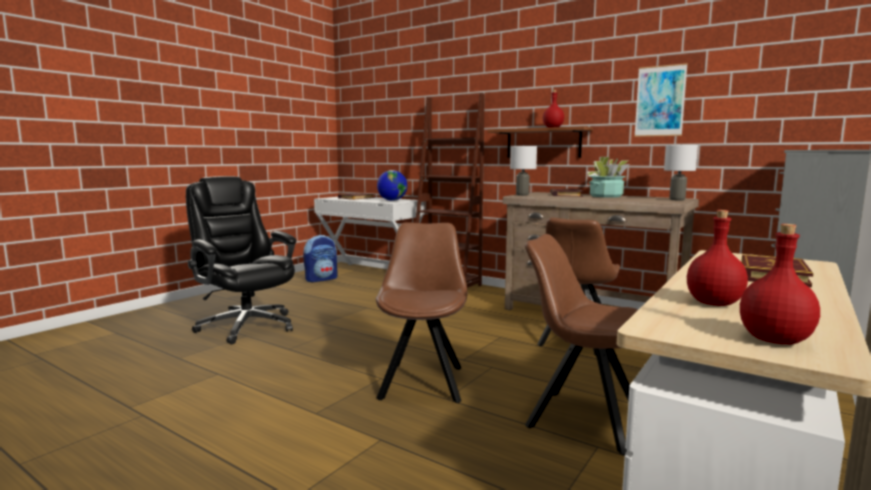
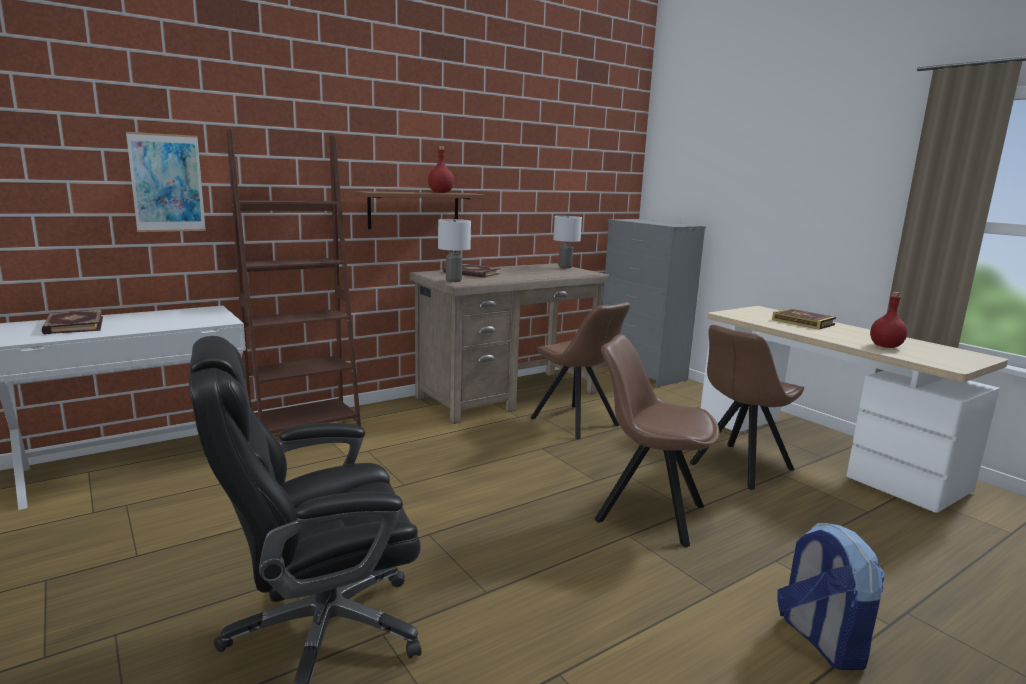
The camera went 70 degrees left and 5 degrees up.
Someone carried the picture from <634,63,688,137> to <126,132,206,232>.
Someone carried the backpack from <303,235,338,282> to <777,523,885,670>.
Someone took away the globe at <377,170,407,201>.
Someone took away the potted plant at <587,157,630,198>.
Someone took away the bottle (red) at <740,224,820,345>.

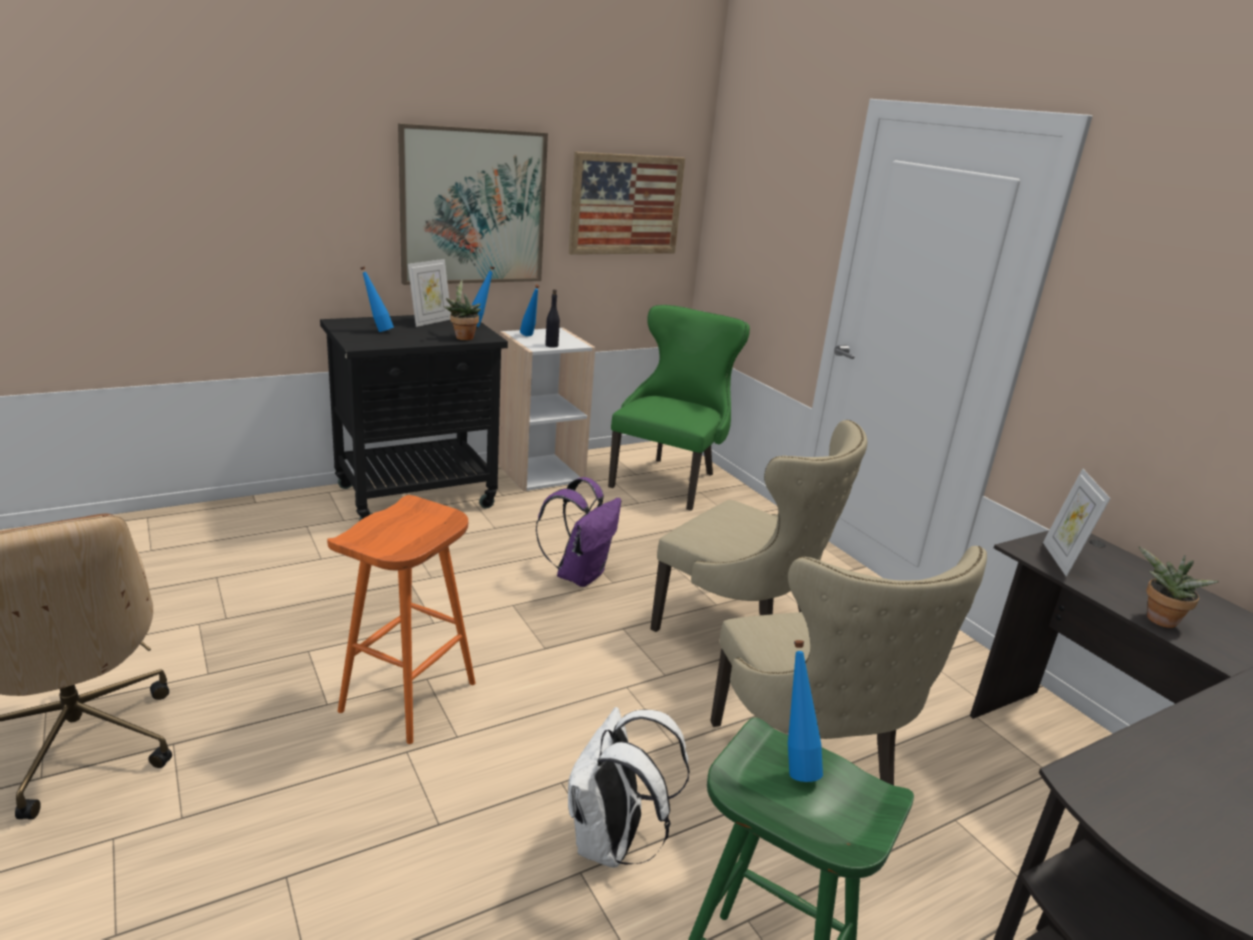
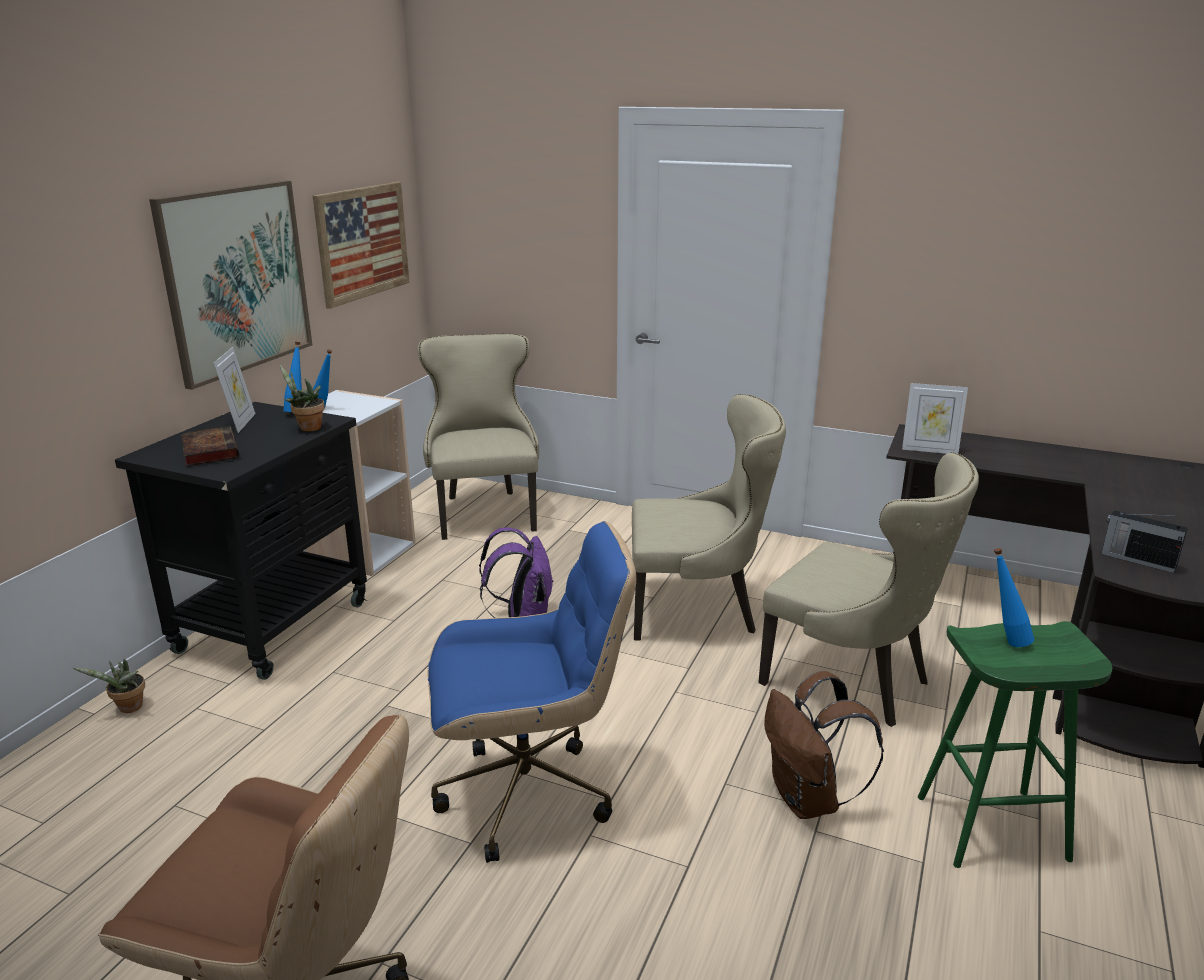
The camera went 35 degrees left and 0 degrees up.
Someone carried the potted plant from <1138,546,1219,628> to <73,659,145,713>.
Someone swapped the bottle (blue) at <360,266,394,332> for the book at <181,426,239,466>.
Someone repainted the chair (green) at <608,305,750,511>, which became the chair (beige) at <418,334,539,540>.
Someone swapped the stool (orange) at <327,495,475,744> for the office chair (blue) at <427,521,636,863>.
Someone repainted the backpack (white) at <568,707,690,868>, which became the backpack (brown) at <764,671,884,819>.
Someone rotated the picture frame at <1043,468,1111,577> by 45 degrees counterclockwise.
Someone put down the radio at <1101,510,1188,573>.
Someone took away the bottle (black) at <545,289,560,348>.

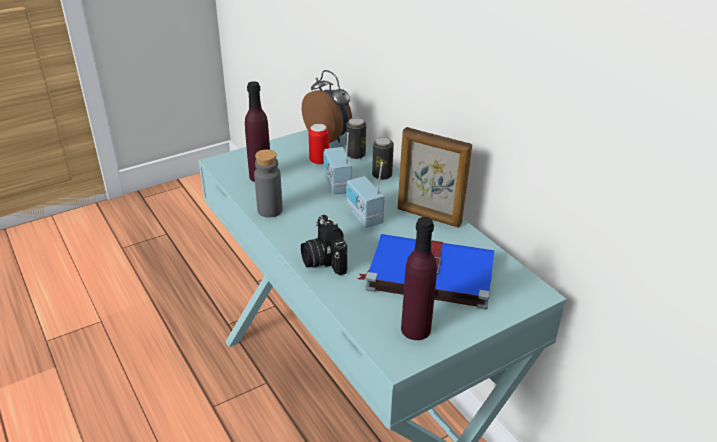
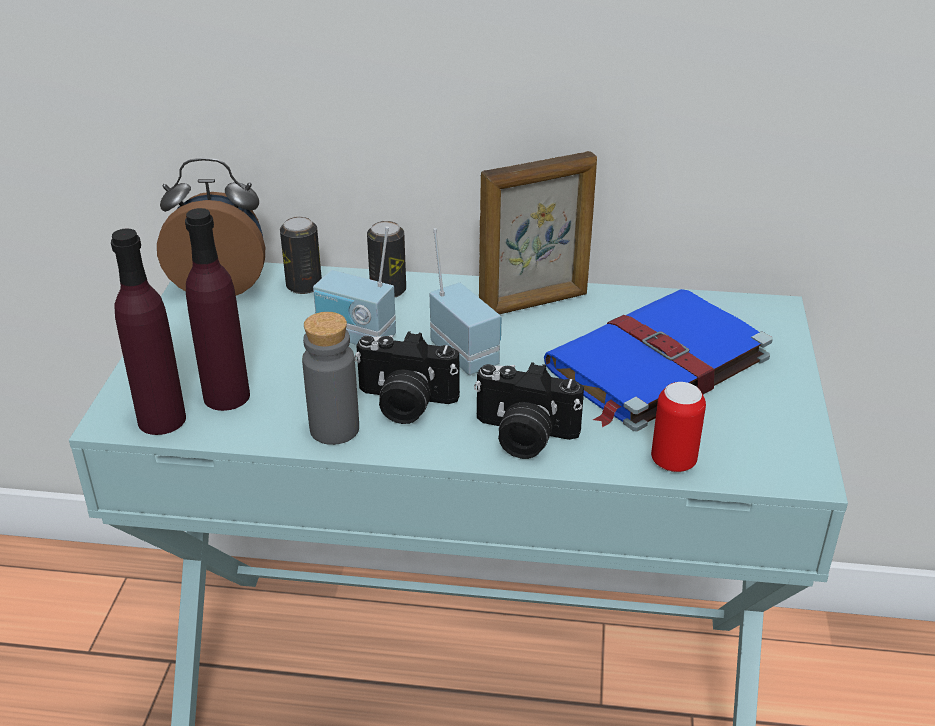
The camera went 50 degrees left and 0 degrees up.
Someone carried the bottle (purple) from <401,217,437,340> to <111,228,186,435>.
Someone put down the photo camera at <354,331,460,424>.
Someone rotated the radio at <346,162,384,228> by 135 degrees counterclockwise.
Someone carried the can from <309,124,329,165> to <651,382,706,472>.

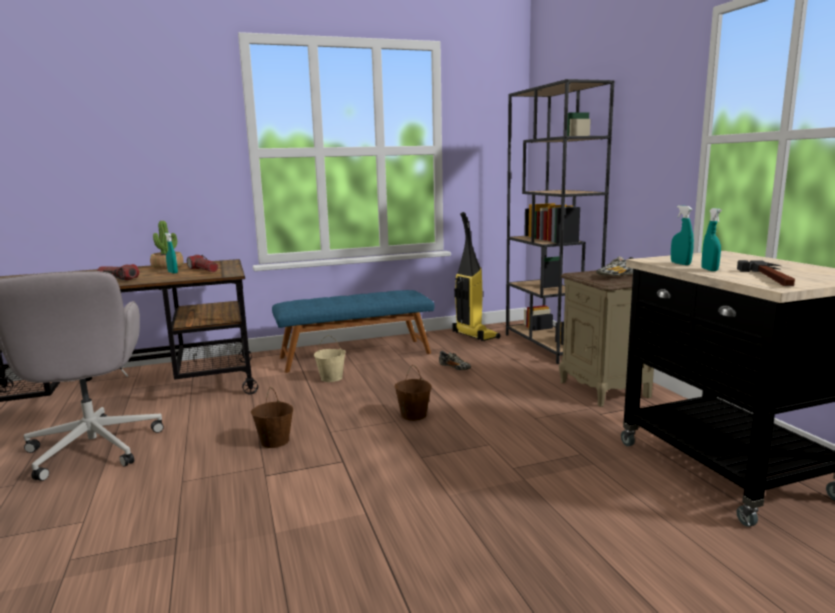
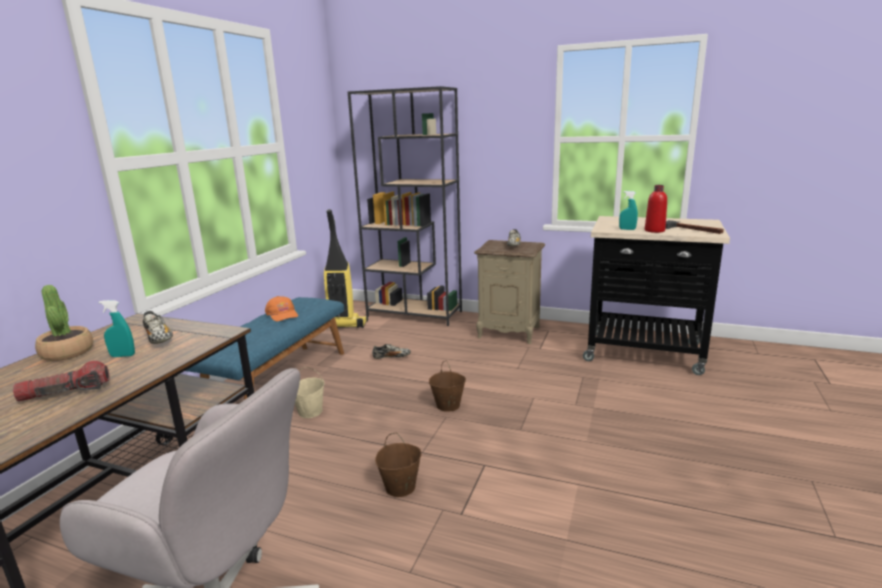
The camera went 50 degrees left and 5 degrees up.
Someone swapped the flashlight at <187,255,218,272> for the shoe at <143,311,173,344>.
Someone put down the cap (orange) at <265,296,298,322>.
Someone swapped the spray bottle (turquoise) at <701,208,722,271> for the bottle (red) at <645,185,667,233>.

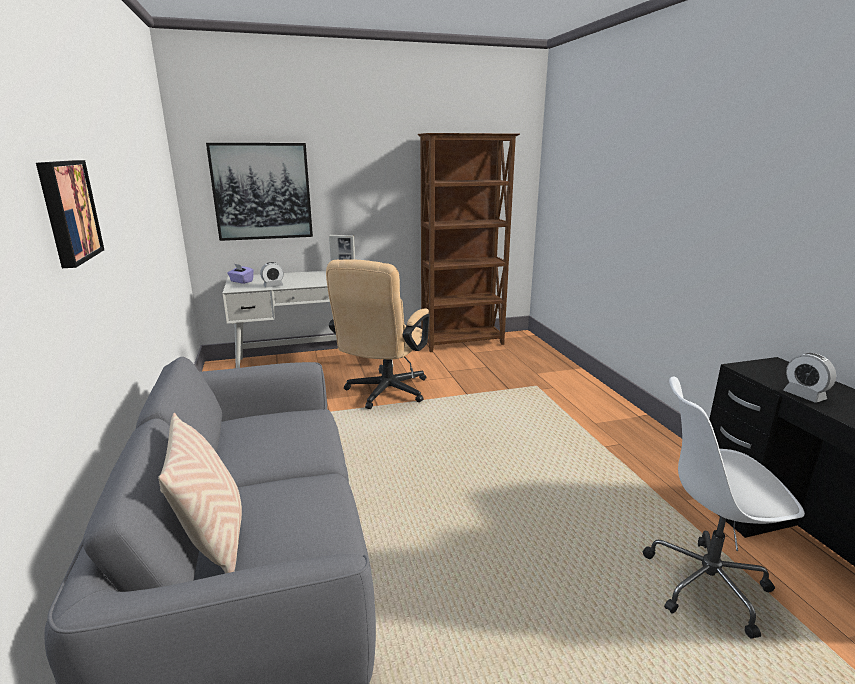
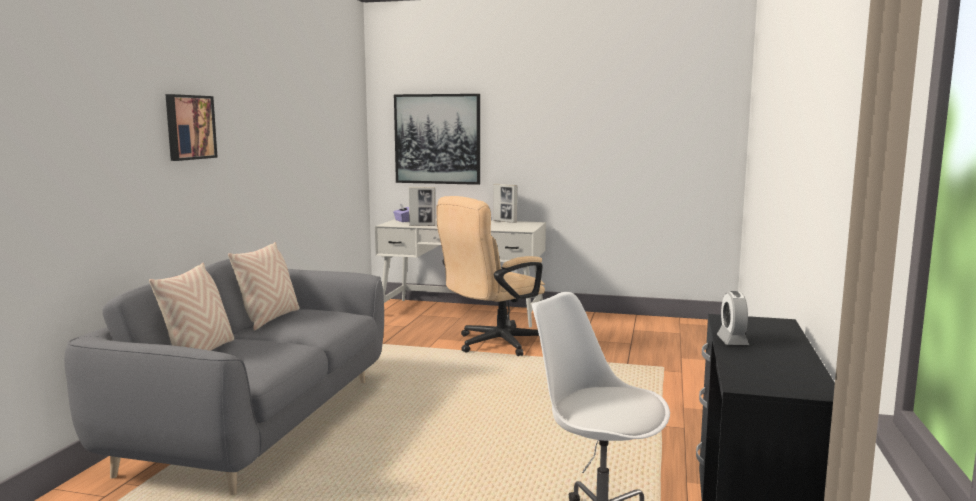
The camera went 30 degrees right and 10 degrees down.
Someone put down the pillow (beige) at <228,242,300,331>.
Someone swapped the alarm clock at <260,262,284,288> for the picture frame at <409,187,435,226>.
Someone took away the bookcase (brown) at <417,133,520,352>.

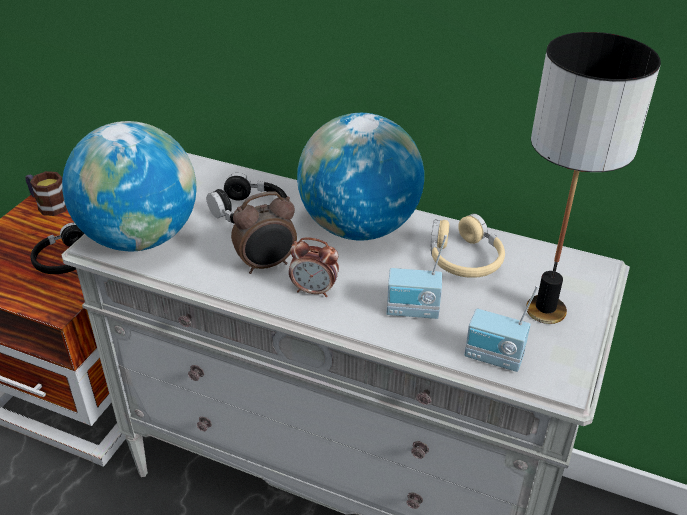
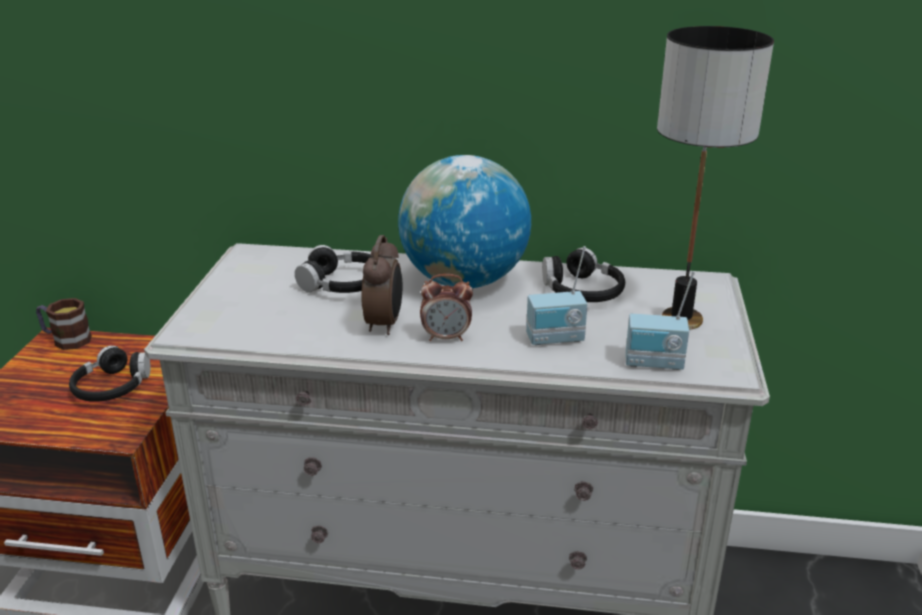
The camera went 15 degrees left and 10 degrees down.
Someone rotated the alarm clock at <231,191,297,274> by 45 degrees counterclockwise.
Someone repainted the headphones (beige) at <431,214,505,278>, which became the headphones (black) at <542,247,625,302>.
Someone took away the globe at <62,121,196,251>.

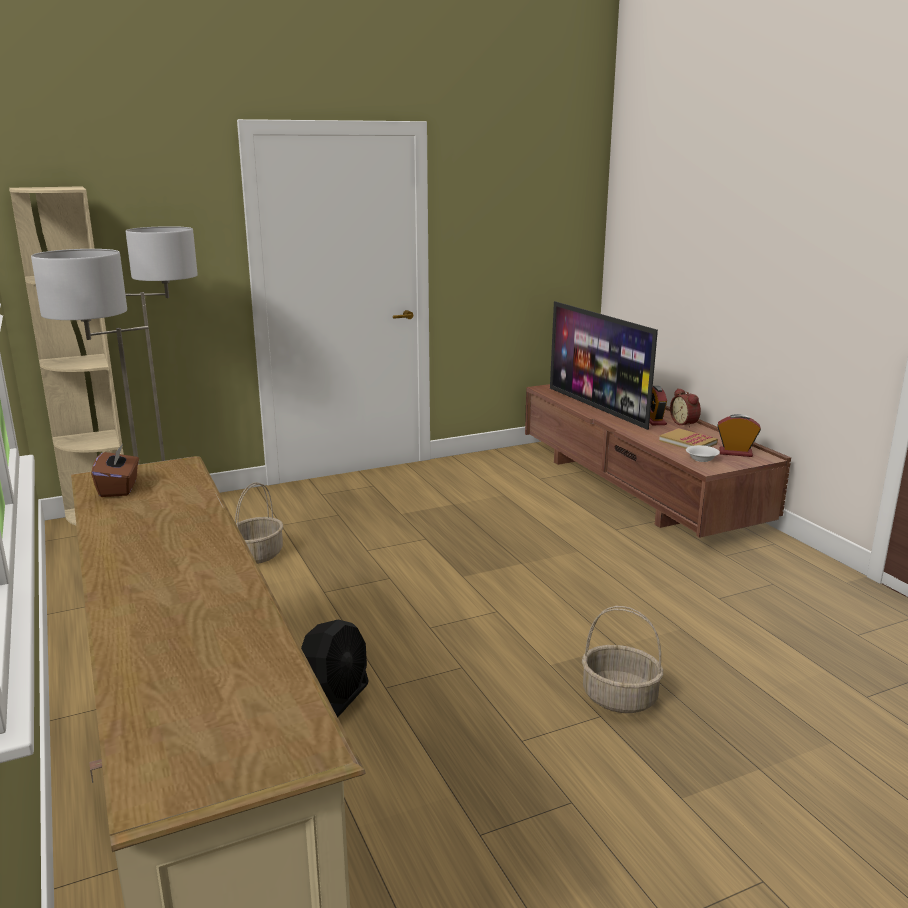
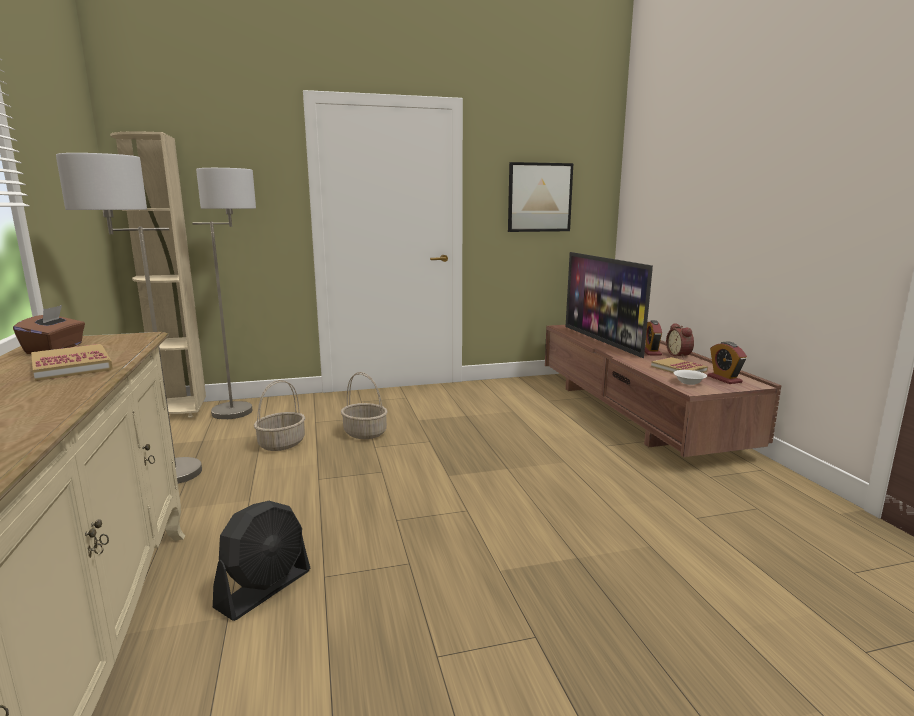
The camera went 10 degrees right and 5 degrees down.
Someone put down the book at <31,344,113,381>.
Someone carried the basket from <582,606,663,713> to <341,372,388,439>.
Someone put up the picture at <508,162,573,232>.
Someone rotated the alarm clock at <717,414,761,457> by 135 degrees counterclockwise.

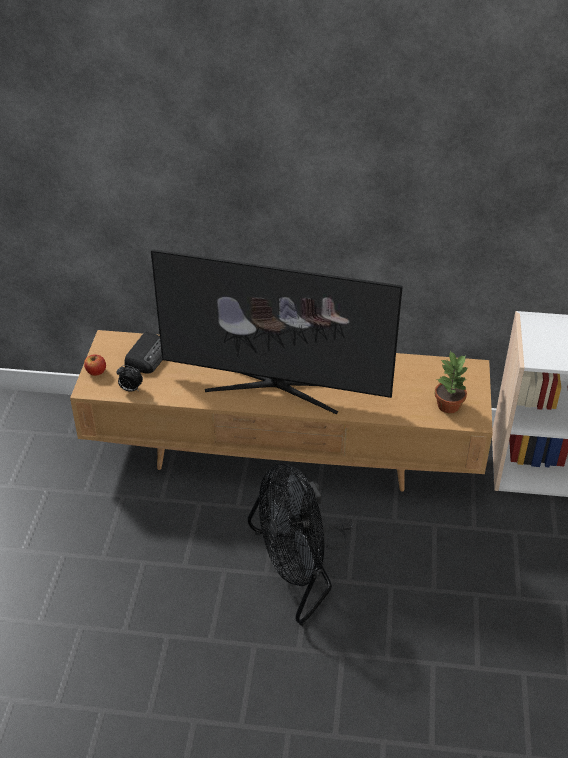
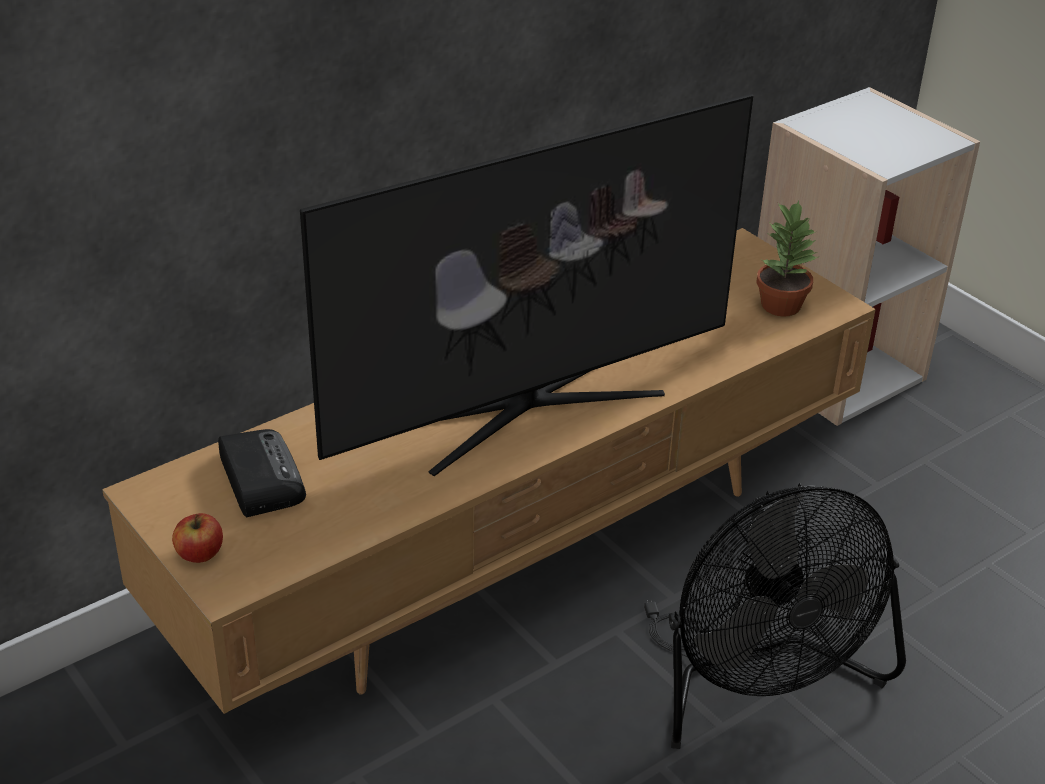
The camera went 45 degrees left and 5 degrees down.
Someone rotated the fan (black) at <248,463,352,627> by 45 degrees counterclockwise.
Someone took away the alarm clock at <117,365,143,392>.

